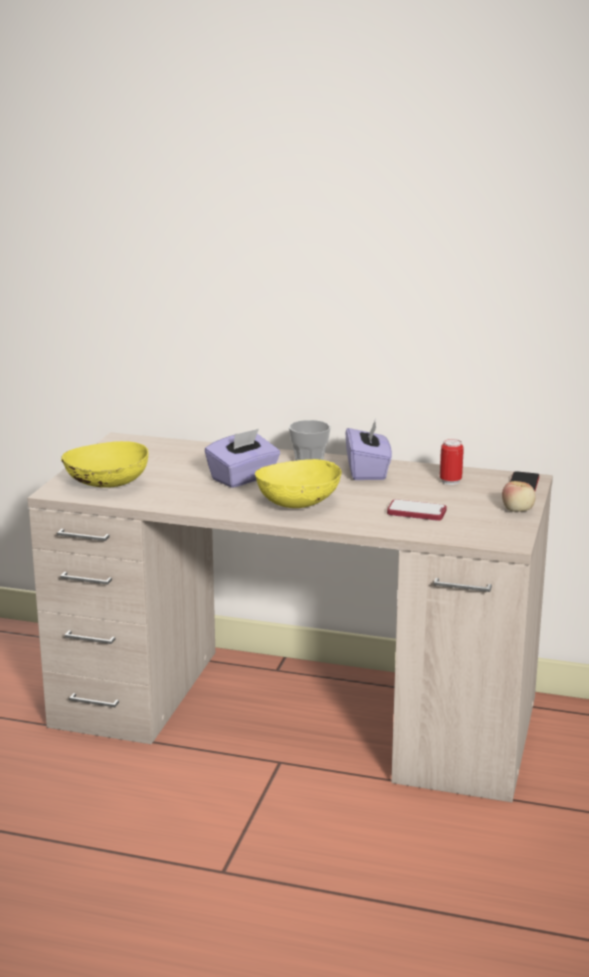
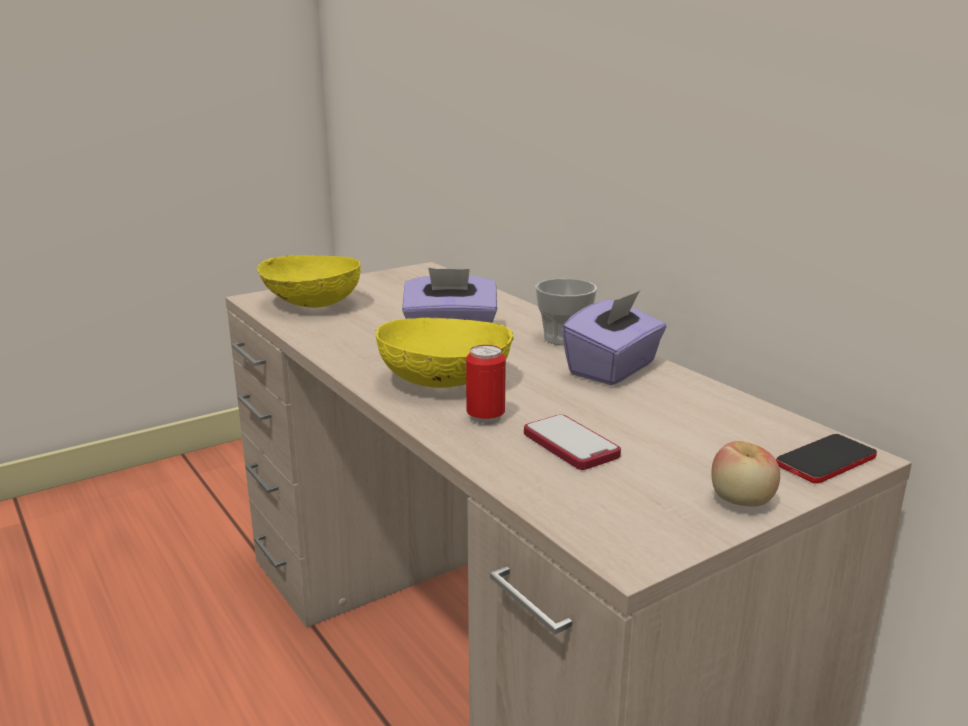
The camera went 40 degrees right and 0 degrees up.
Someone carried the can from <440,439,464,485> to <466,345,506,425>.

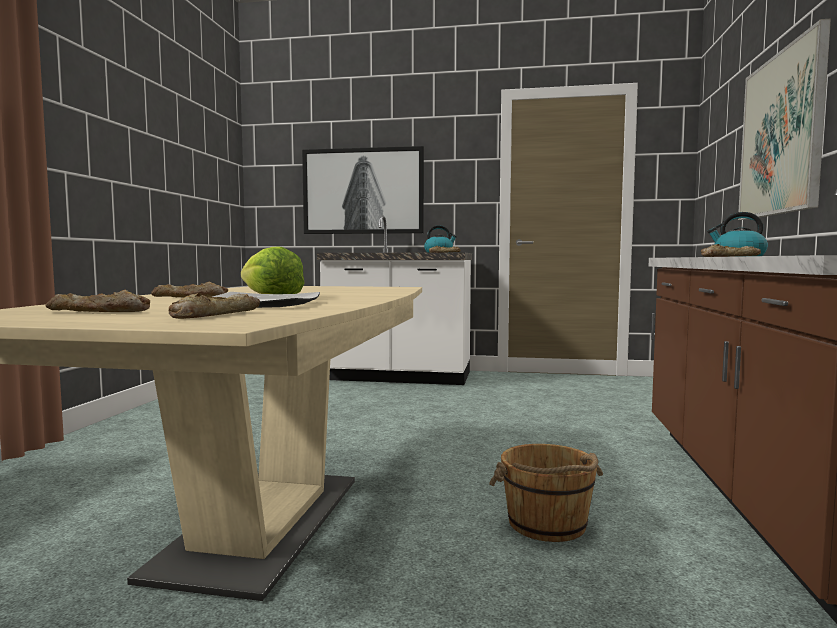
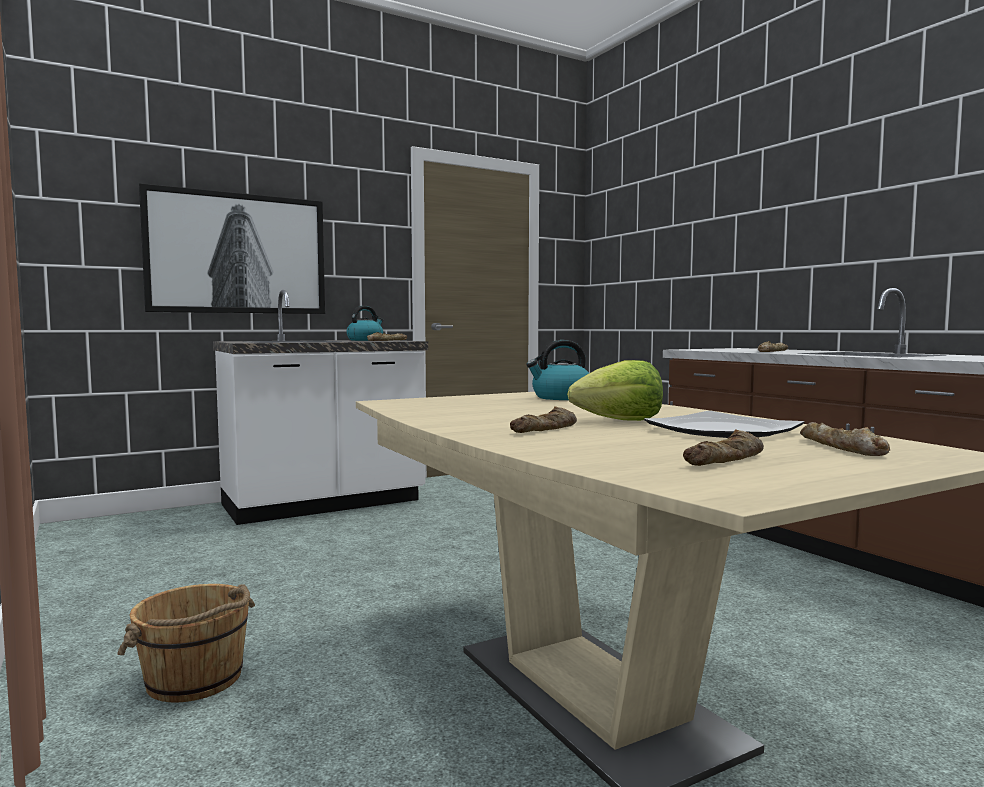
The camera went 40 degrees left and 0 degrees up.
Someone carried the bucket (brown) from <489,444,603,542> to <117,584,255,703>.
Someone carried the kettle from <707,212,768,257> to <526,340,589,400>.
Someone took away the picture at <738,19,831,220>.

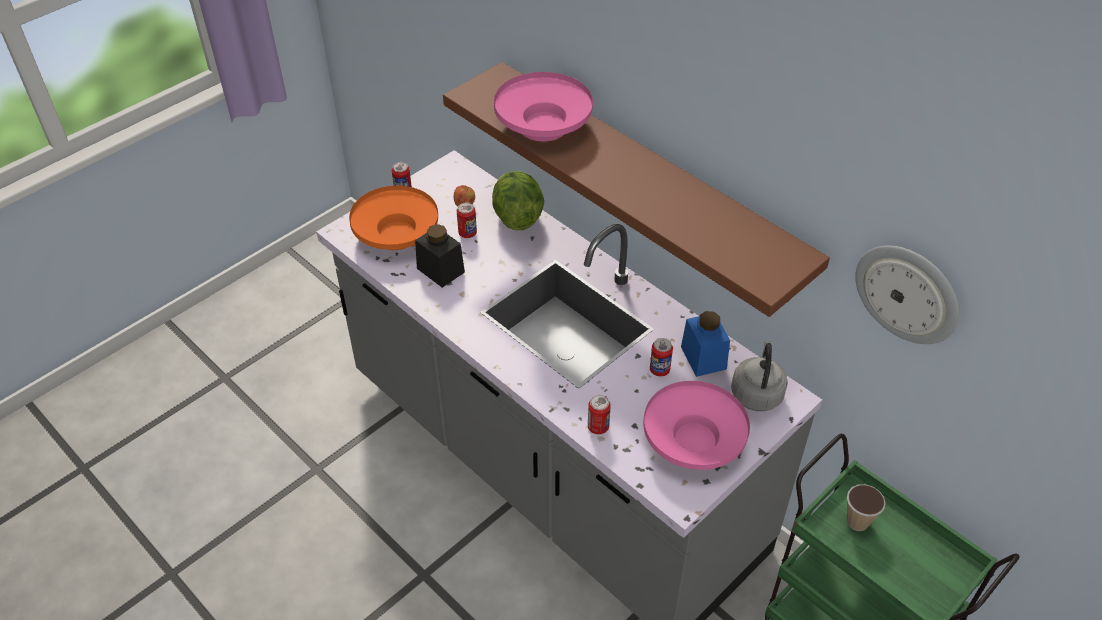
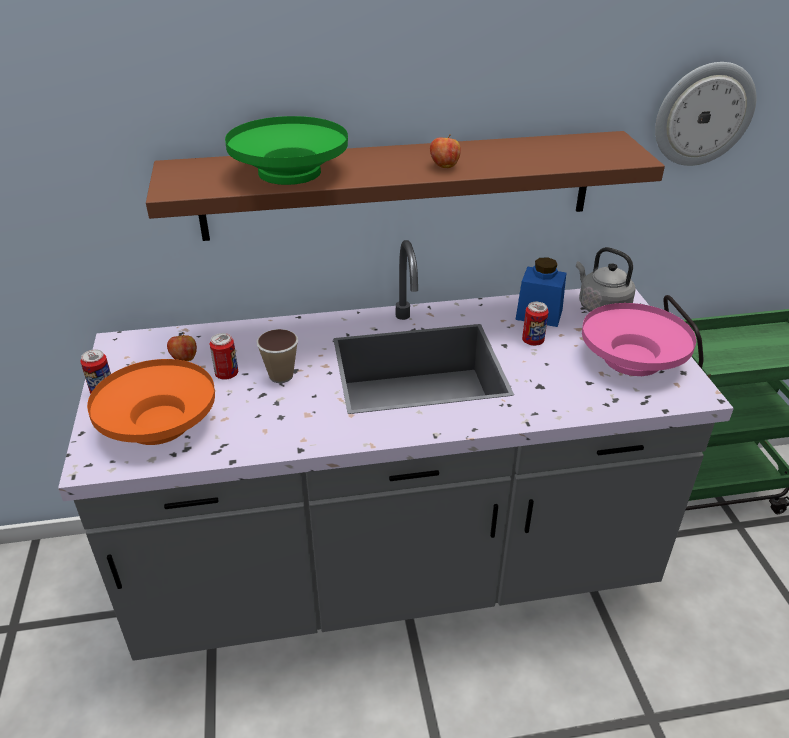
The camera went 55 degrees left and 10 degrees down.
Someone repainted the bowl (pink) at <494,72,593,141>, which became the bowl (green) at <225,116,348,185>.
Someone carried the cup from <847,484,886,531> to <257,329,298,383>.
Someone put down the apple at <430,135,461,168>.
Someone took away the jar (black) at <415,224,465,288>.
Someone took away the lettuce at <492,171,544,230>.
Someone took away the can at <588,395,611,434>.

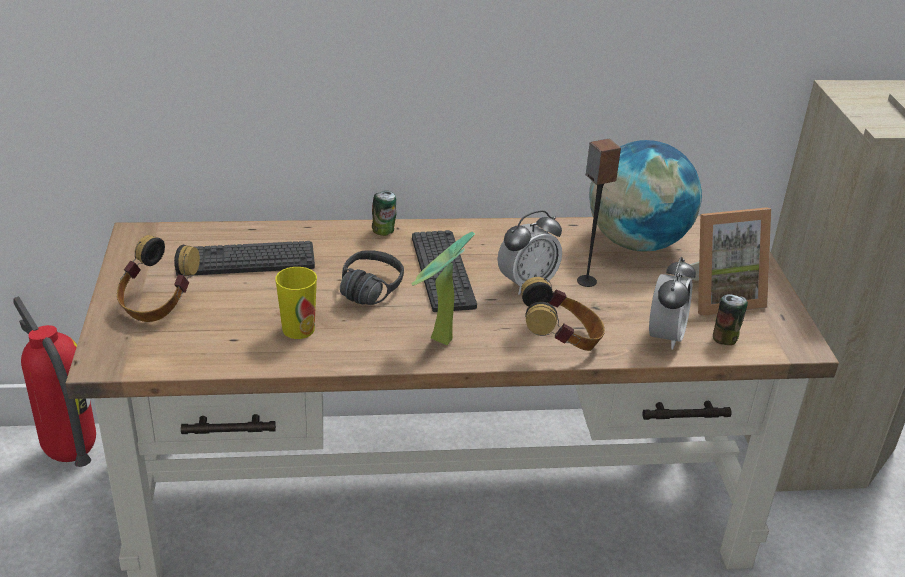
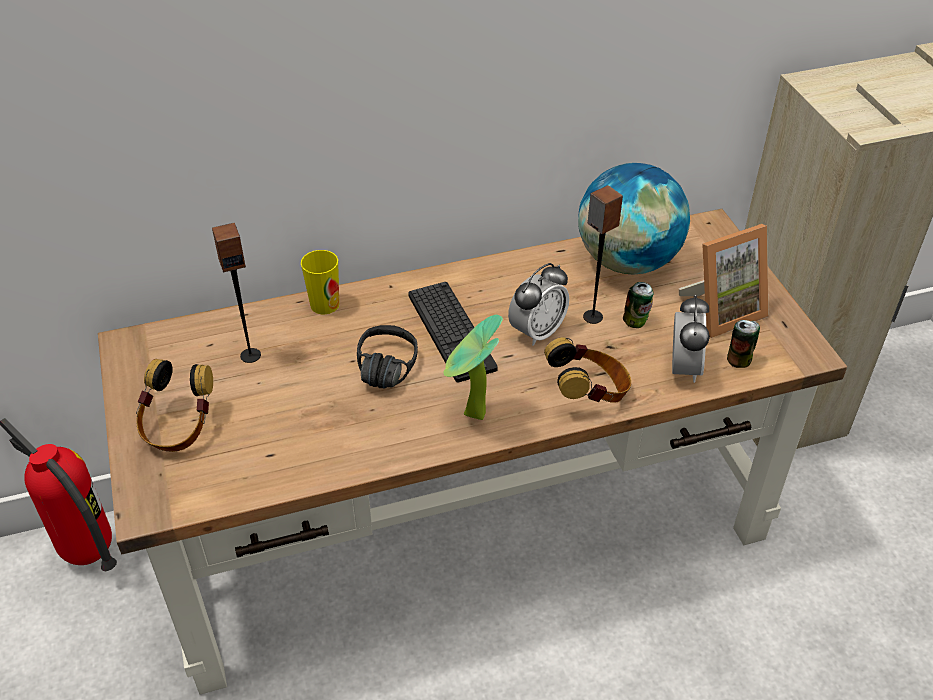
The camera went 10 degrees left and 10 degrees up.
Someone swapped the keyboard at <176,241,315,276> for the speaker at <212,223,261,363>.
Someone carried the cup from <275,267,317,339> to <301,250,339,314>.
Someone carried the can from <372,191,396,236> to <623,282,654,328>.

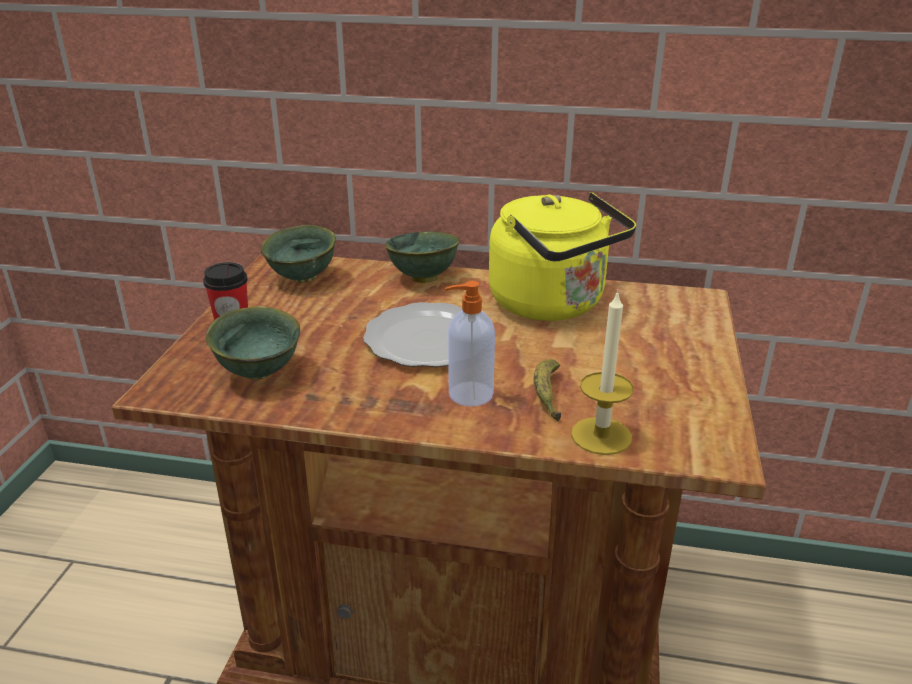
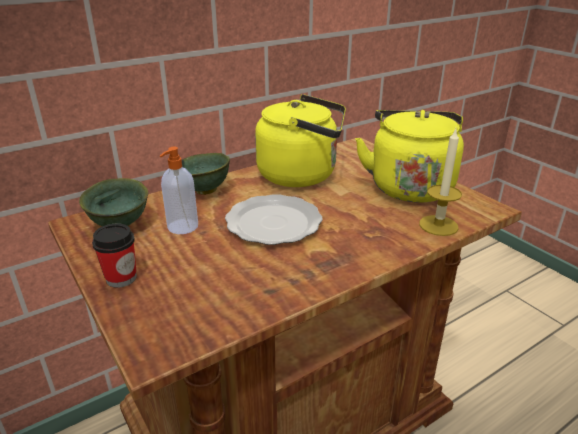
The camera went 45 degrees left and 0 degrees up.
Someone carried the soap dispenser from <445,281,495,407> to <160,147,198,234>.
Someone put down the kettle (yellow) at <355,110,464,203>.
Someone took away the bowl (green) at <206,306,300,380>.
Someone took away the banana at <533,359,561,421>.

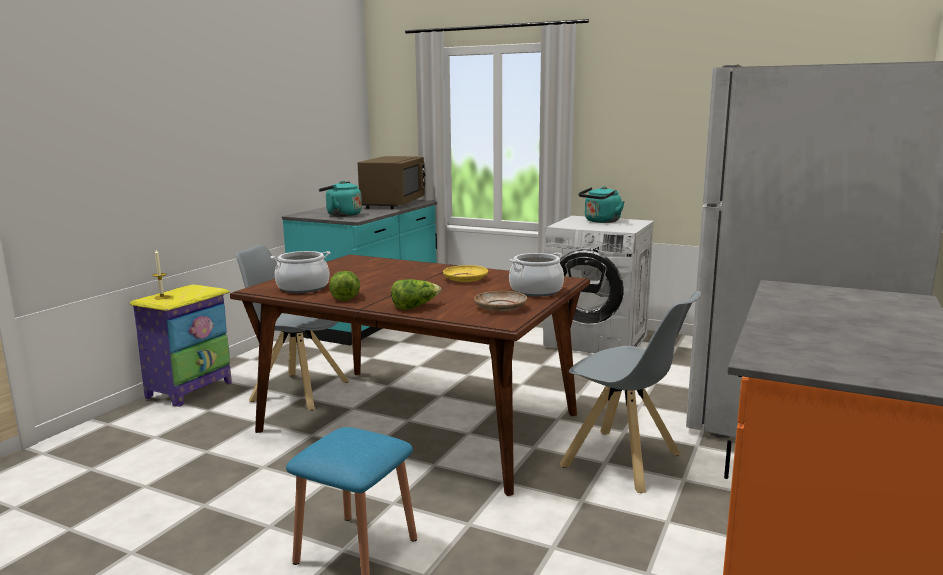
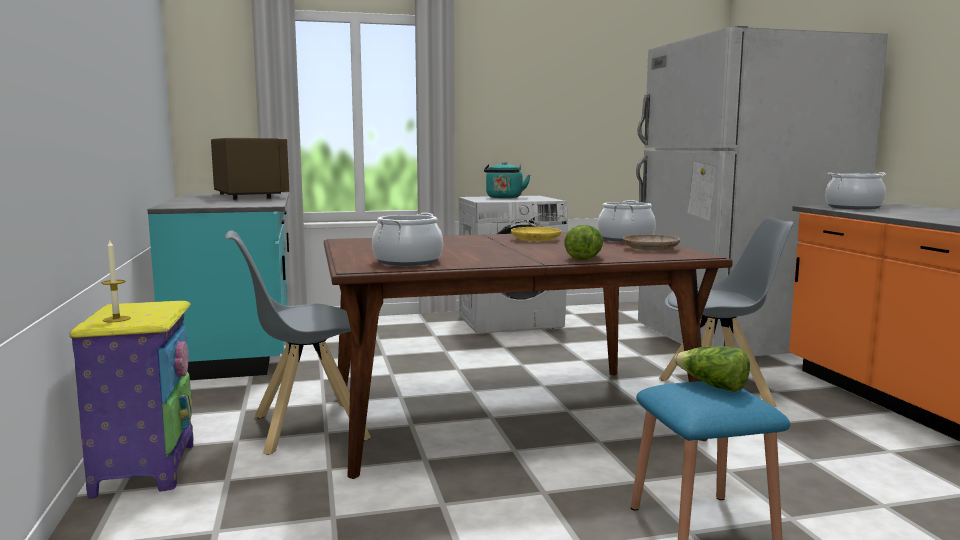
The camera went 40 degrees left and 5 degrees down.
Someone carried the lettuce from <329,271,360,301> to <674,346,750,392>.
Someone put down the cooking pot at <825,173,886,210>.
Someone took away the kettle (turquoise) at <319,181,362,217>.

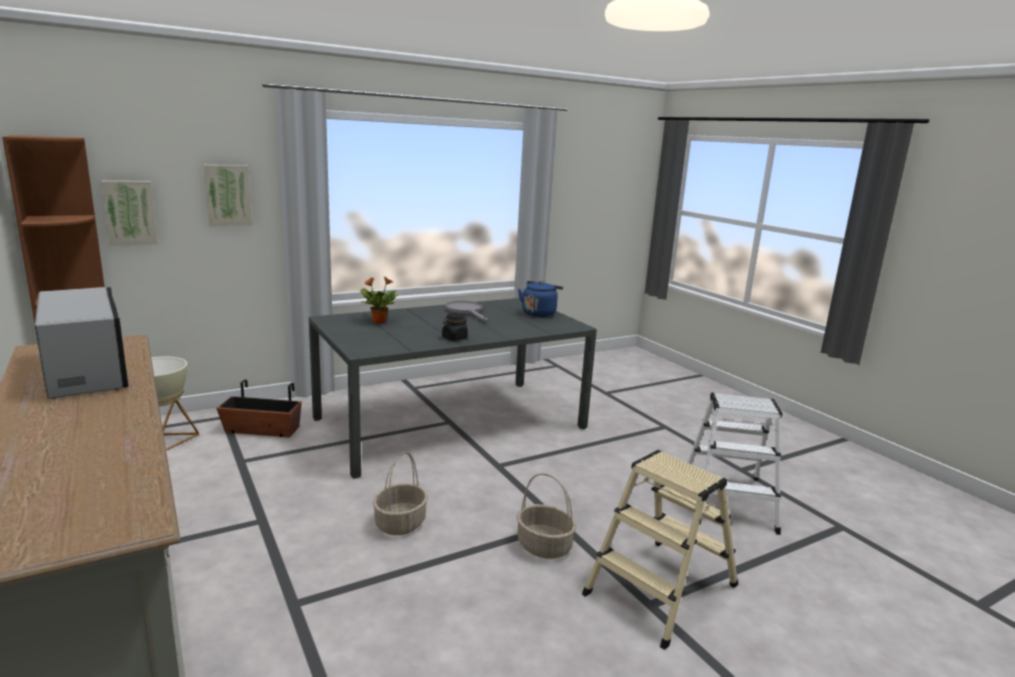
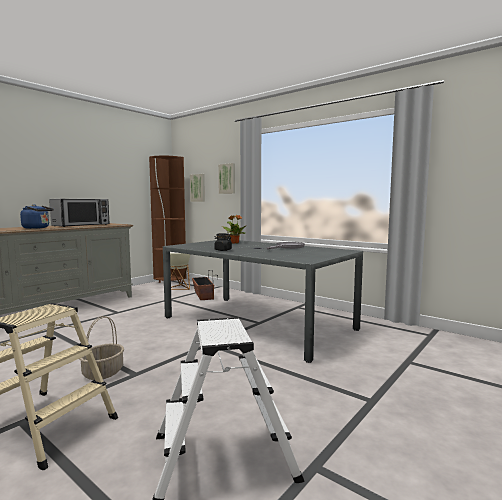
The camera went 70 degrees right and 10 degrees down.
Someone carried the kettle (blue) from <518,281,563,317> to <20,204,54,229>.
Someone took away the basket at <373,452,428,535>.

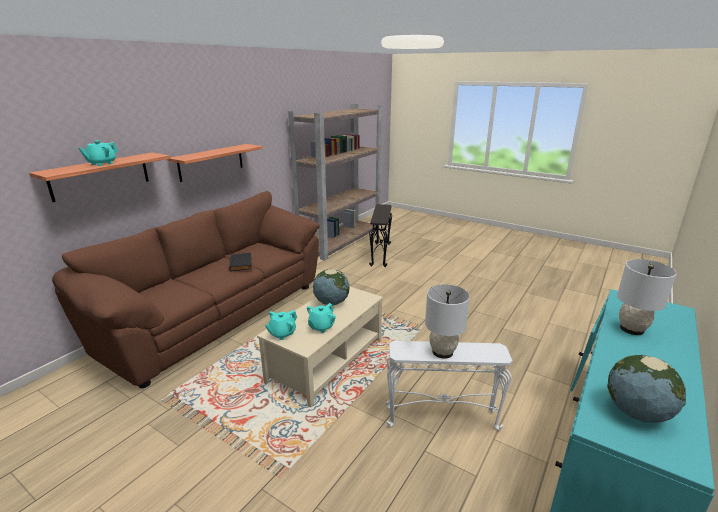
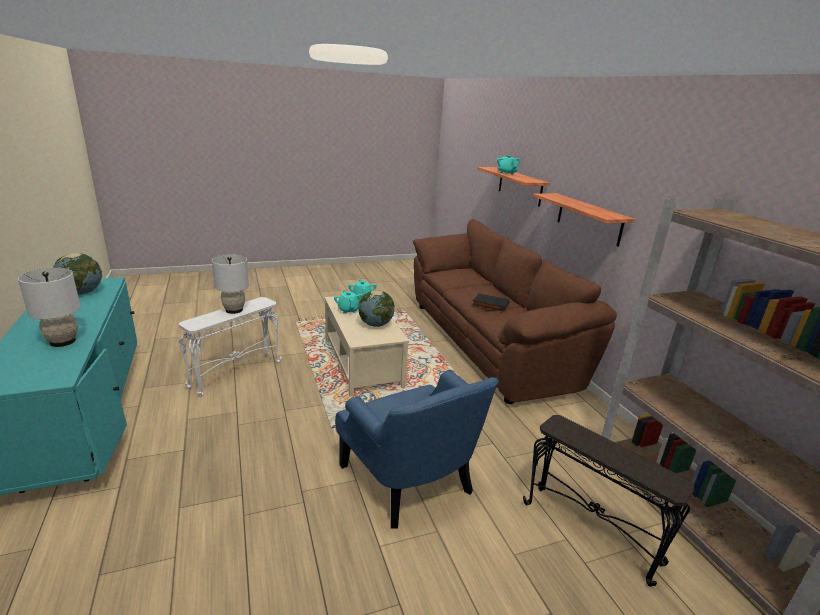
The camera went 125 degrees right and 0 degrees up.
Someone put down the armchair (blue) at <335,370,499,529>.

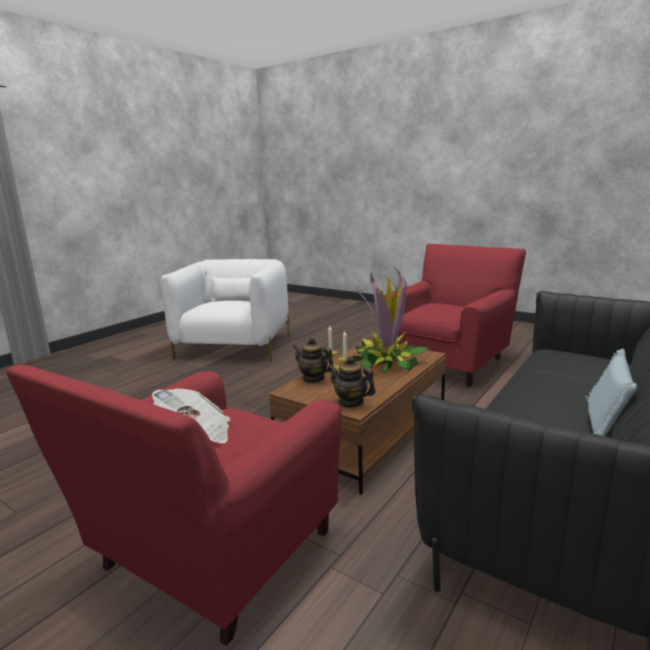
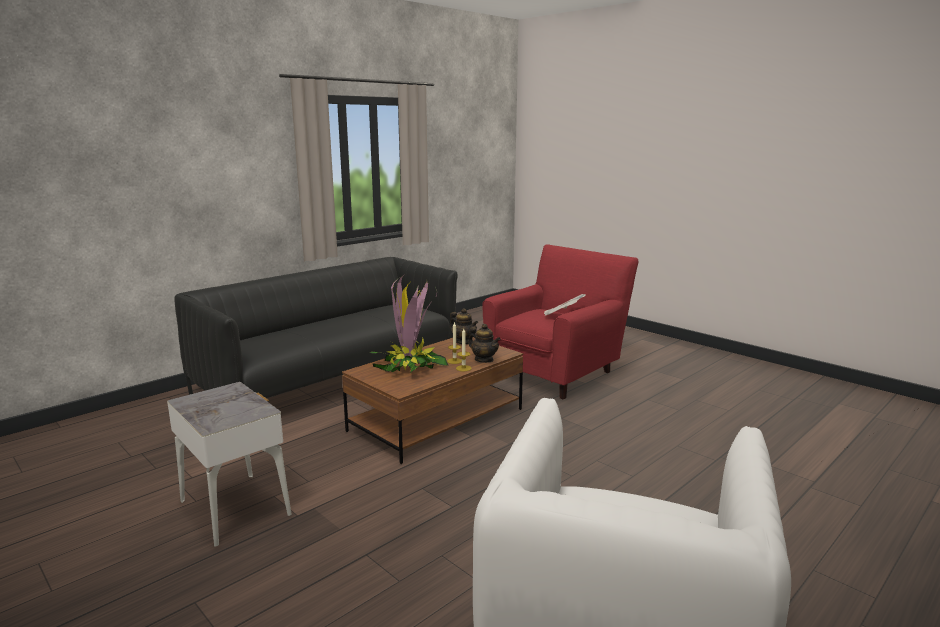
The camera went 170 degrees left and 0 degrees up.
Someone swapped the armchair (red) at <384,244,526,387> for the side table at <167,382,292,547>.
Someone took away the pillow (blue) at <586,349,638,436>.

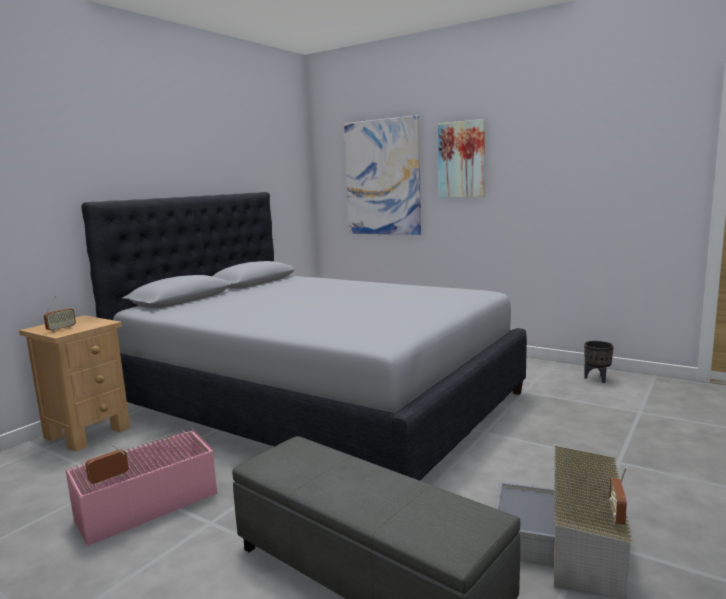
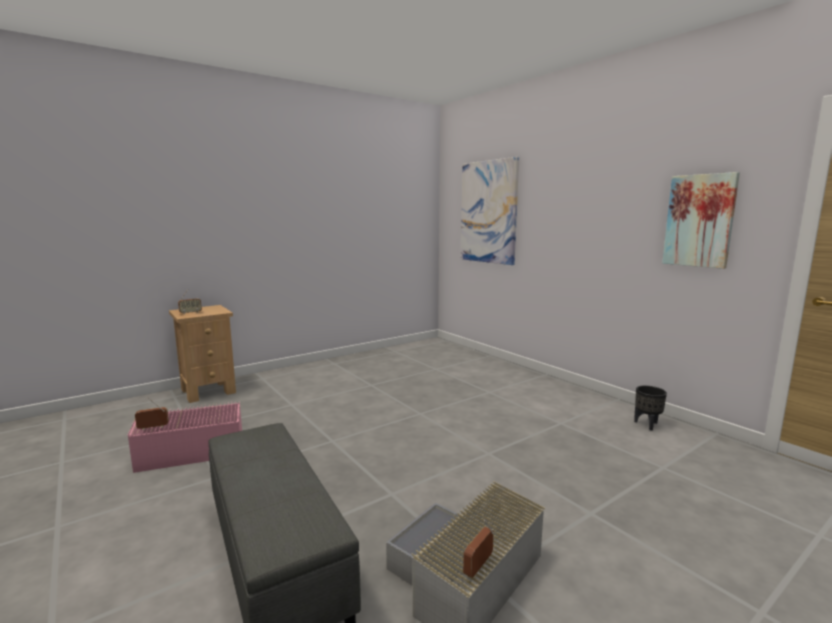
The camera went 20 degrees right and 0 degrees up.
Someone carried the picture from <438,119,485,198> to <662,172,740,269>.
Someone took away the bed (grey) at <81,192,527,481>.

